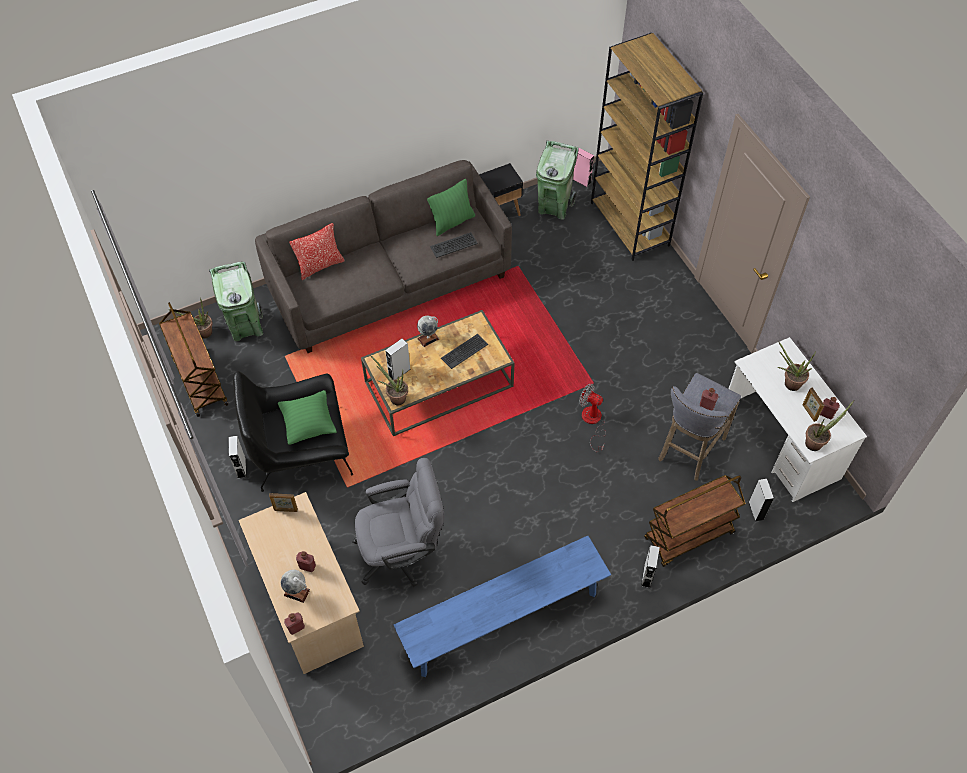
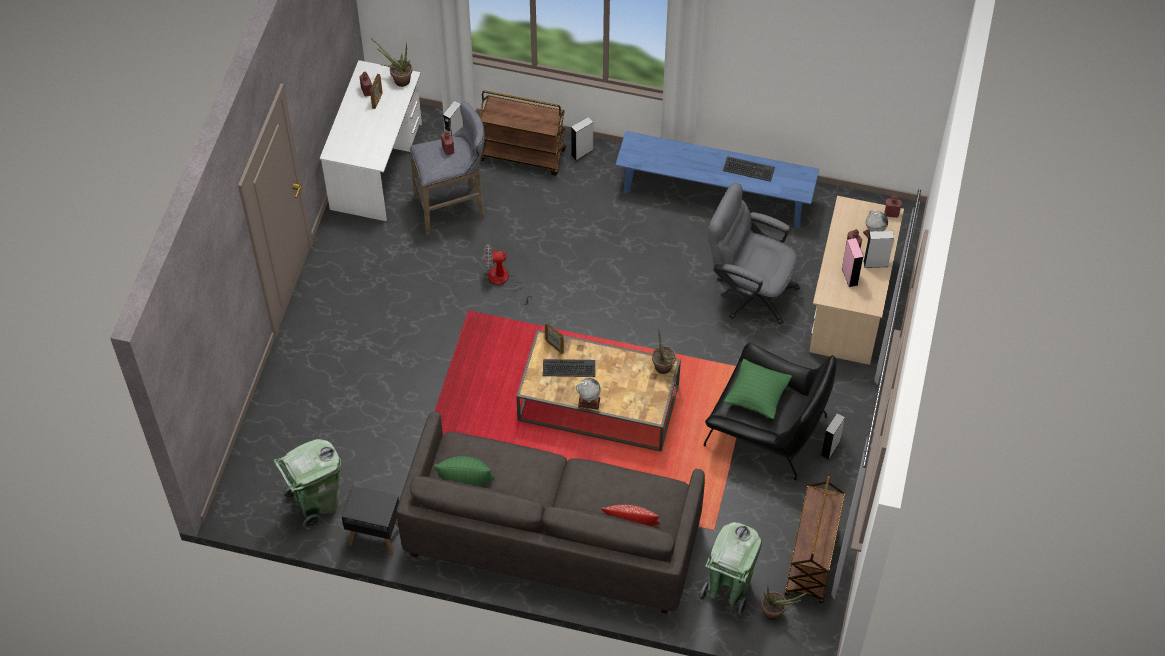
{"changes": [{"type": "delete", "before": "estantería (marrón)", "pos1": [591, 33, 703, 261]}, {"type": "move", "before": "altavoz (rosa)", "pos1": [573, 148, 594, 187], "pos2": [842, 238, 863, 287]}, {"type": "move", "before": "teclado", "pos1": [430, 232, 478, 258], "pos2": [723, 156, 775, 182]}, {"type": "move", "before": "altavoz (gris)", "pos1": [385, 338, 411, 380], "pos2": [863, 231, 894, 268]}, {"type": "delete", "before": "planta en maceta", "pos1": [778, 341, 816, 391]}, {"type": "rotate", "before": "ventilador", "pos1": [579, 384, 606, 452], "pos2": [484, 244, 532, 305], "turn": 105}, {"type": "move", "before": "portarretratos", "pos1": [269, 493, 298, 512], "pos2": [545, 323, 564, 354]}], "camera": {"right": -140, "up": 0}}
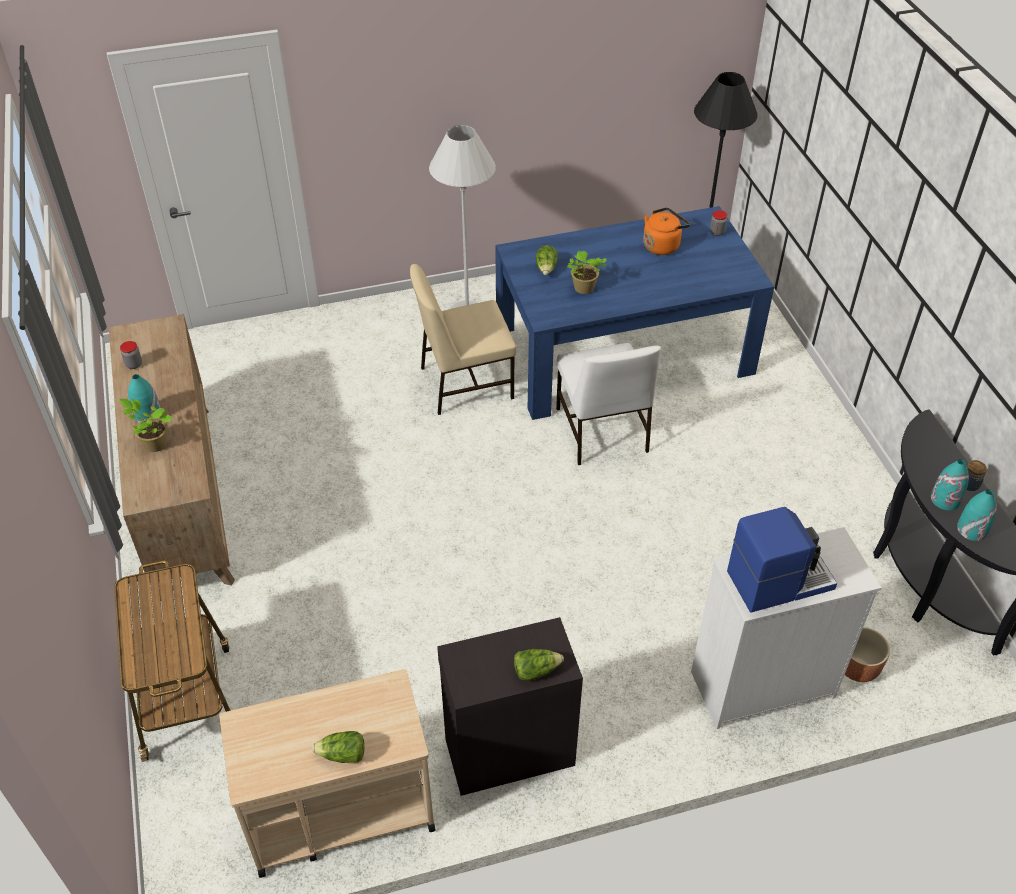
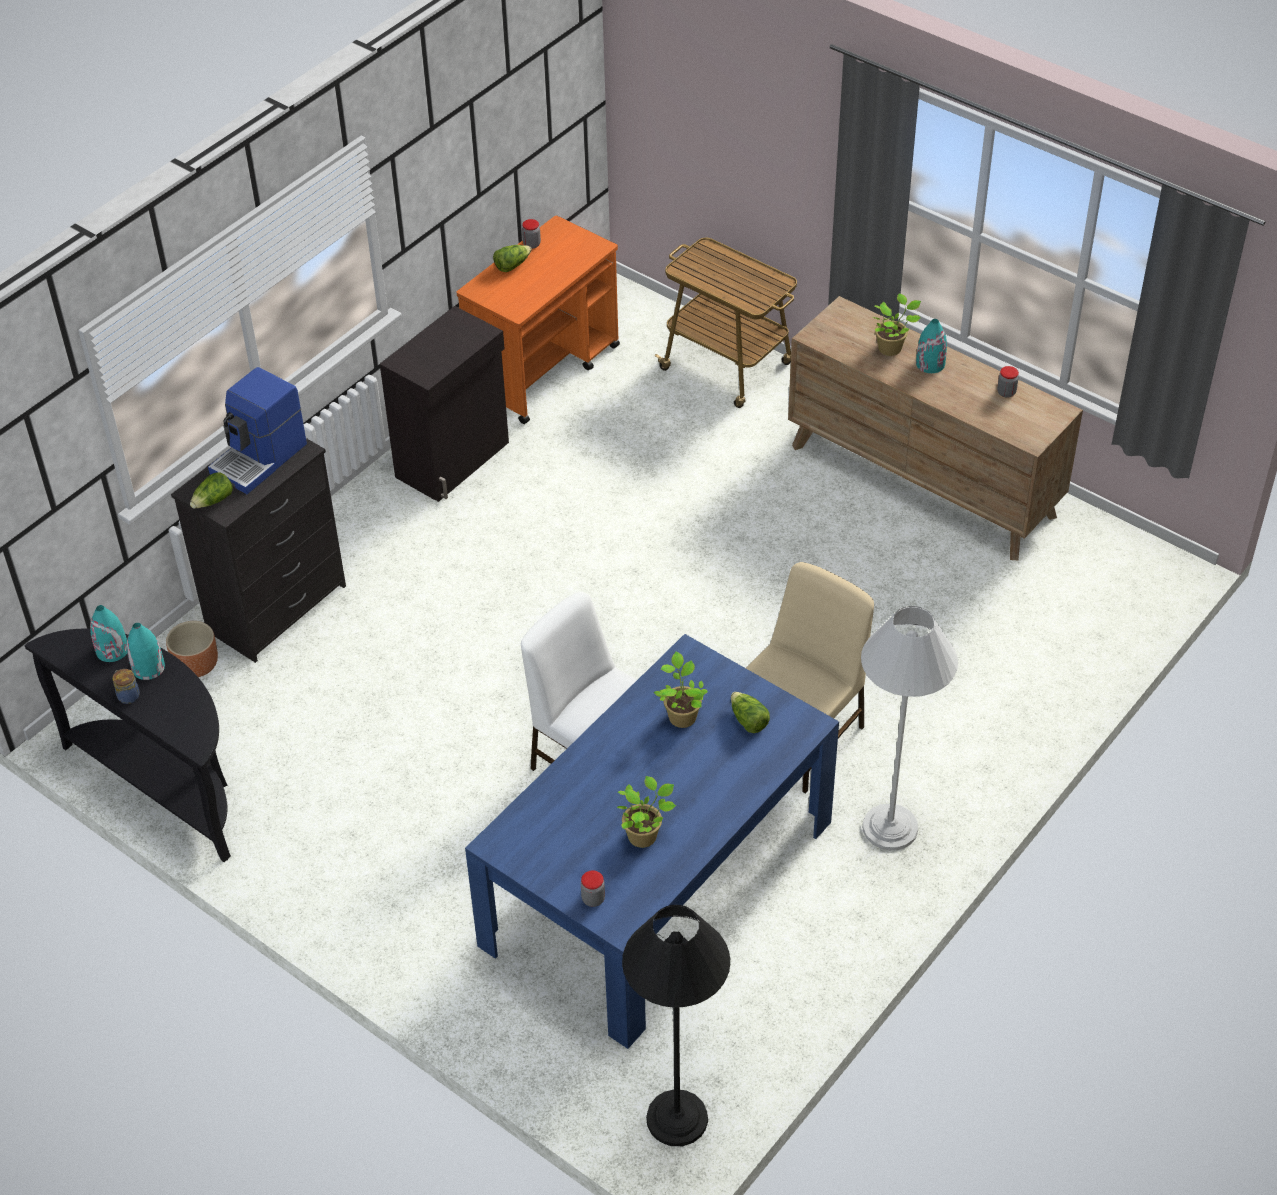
{"changes": [{"type": "replace", "before": "hervidor (naranja)", "after": "planta en maceta", "pos1": [643, 207, 690, 255], "pos2": [617, 776, 676, 848]}, {"type": "recolor", "before": "cómoda (blanco)", "after": "cómoda (negro)", "pos1": [691, 527, 881, 729], "pos2": [171, 438, 346, 663]}, {"type": "move", "before": "lechuga", "pos1": [514, 649, 564, 681], "pos2": [190, 472, 233, 508]}, {"type": "recolor", "before": "carrito (beis)", "after": "carrito (naranja)", "pos1": [219, 669, 436, 878], "pos2": [456, 215, 620, 424]}, {"type": "insert", "after": "tarro", "pos2": [522, 219, 541, 249]}], "camera": {"right": 145, "up": 0}}
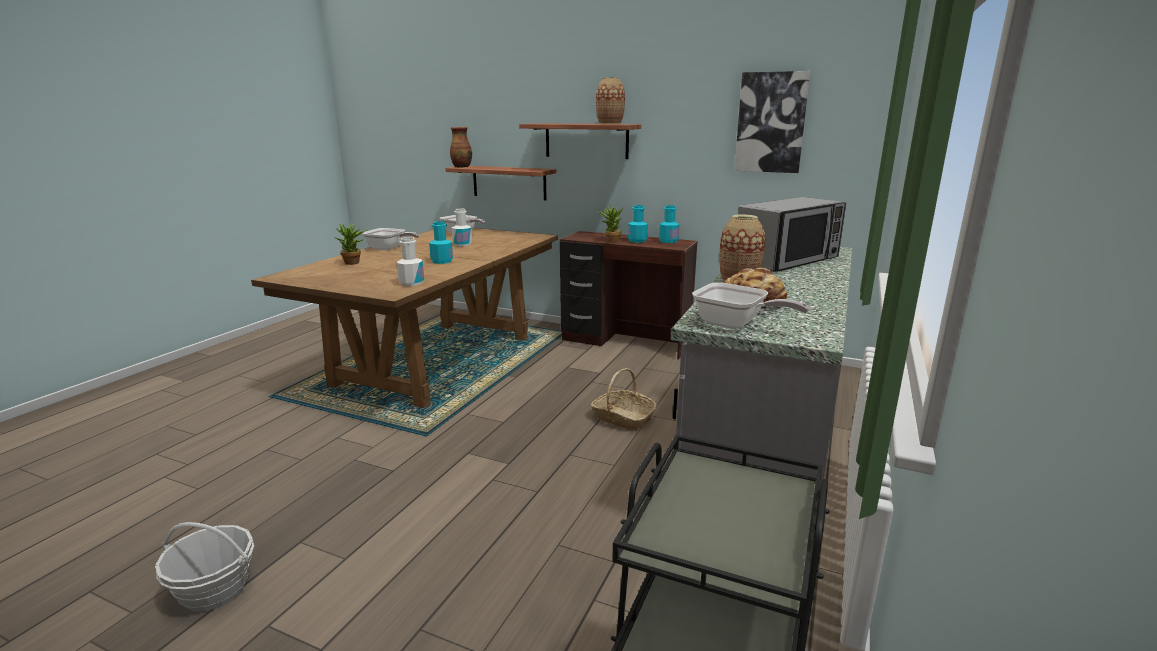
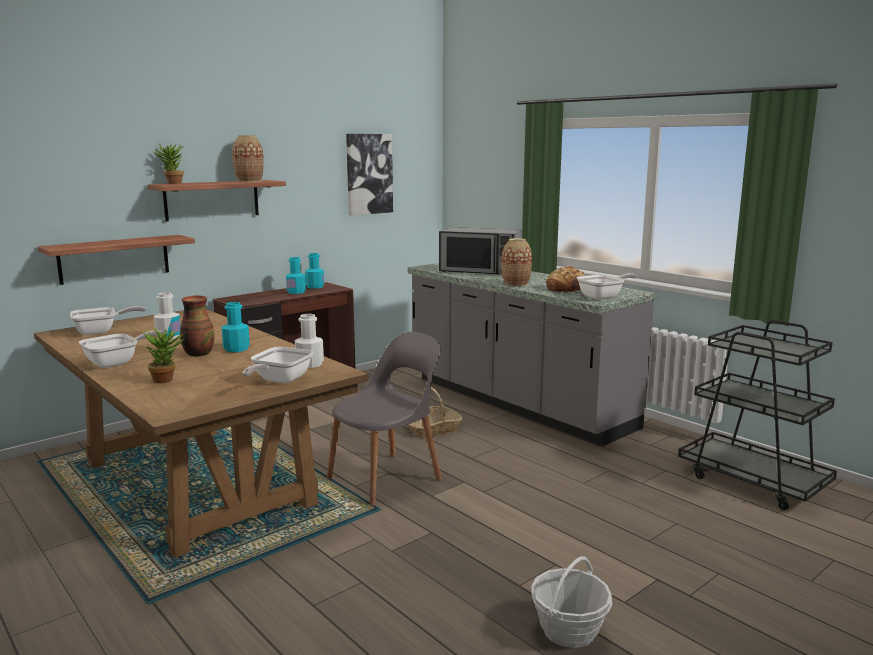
{"changes": [{"type": "move", "before": "florero", "pos1": [450, 127, 472, 168], "pos2": [180, 295, 215, 357]}, {"type": "rotate", "before": "microondas", "pos1": [738, 197, 846, 272], "pos2": [439, 227, 521, 275], "turn": 120}, {"type": "move", "before": "planta en maceta", "pos1": [596, 205, 624, 243], "pos2": [154, 143, 184, 184]}, {"type": "insert", "after": "silla (gris)", "pos2": [327, 332, 442, 506]}, {"type": "insert", "after": "sartén", "pos2": [242, 347, 313, 383]}], "camera": {"right": -65, "up": -5}}
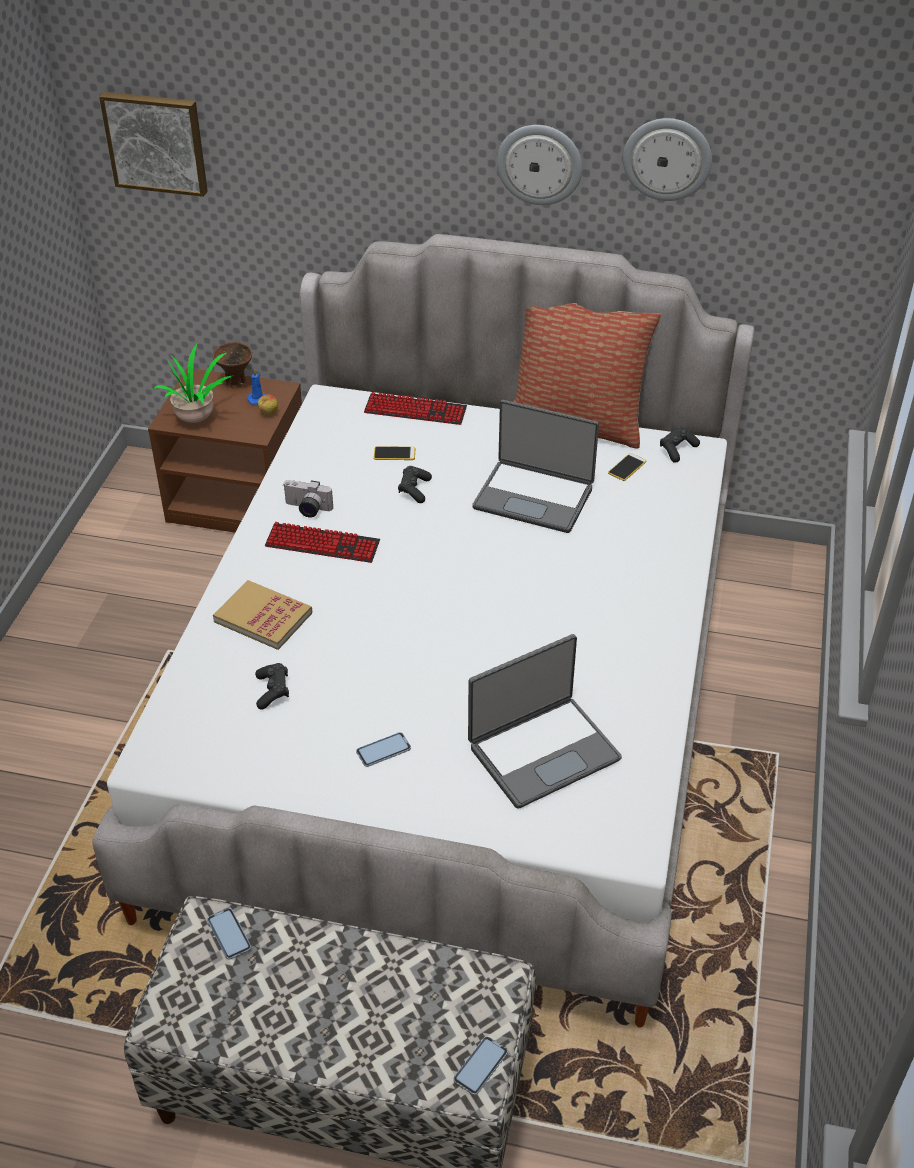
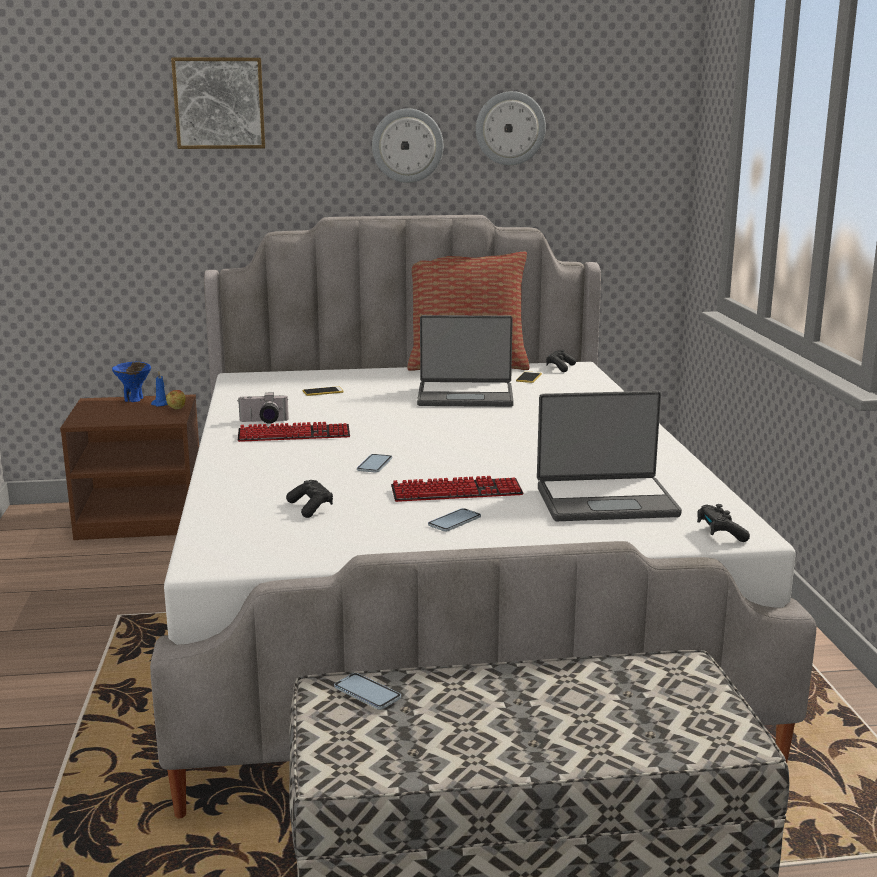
{"changes": [{"type": "move", "before": "cuadro", "pos1": [99, 92, 208, 197], "pos2": [171, 57, 265, 149]}, {"type": "recolor", "before": "cuenco (marrón)", "after": "cuenco (azul)", "pos1": [212, 342, 252, 389], "pos2": [112, 362, 151, 402]}, {"type": "delete", "before": "planta en maceta", "pos1": [154, 344, 234, 423]}, {"type": "move", "before": "teclado", "pos1": [364, 392, 467, 425], "pos2": [391, 476, 523, 502]}, {"type": "move", "before": "mando de consola (negro)", "pos1": [398, 466, 432, 503], "pos2": [697, 504, 750, 542]}, {"type": "delete", "before": "libro", "pos1": [213, 580, 312, 650]}, {"type": "rotate", "before": "portátil", "pos1": [468, 634, 622, 809], "pos2": [537, 391, 682, 521], "turn": 45}, {"type": "move", "before": "móvil", "pos1": [454, 1036, 508, 1095], "pos2": [357, 454, 392, 473]}], "camera": {"right": -20, "up": -25}}
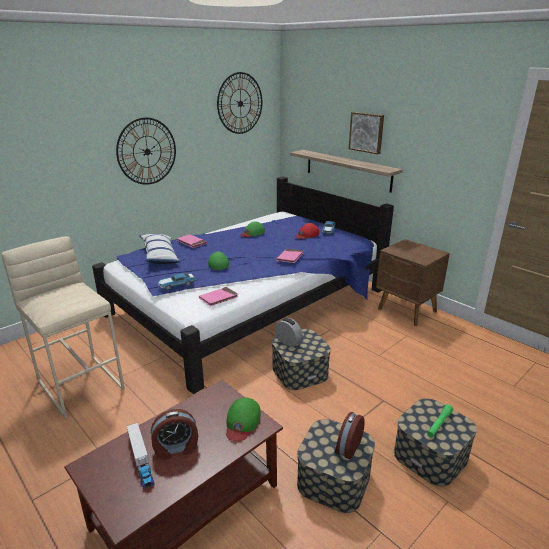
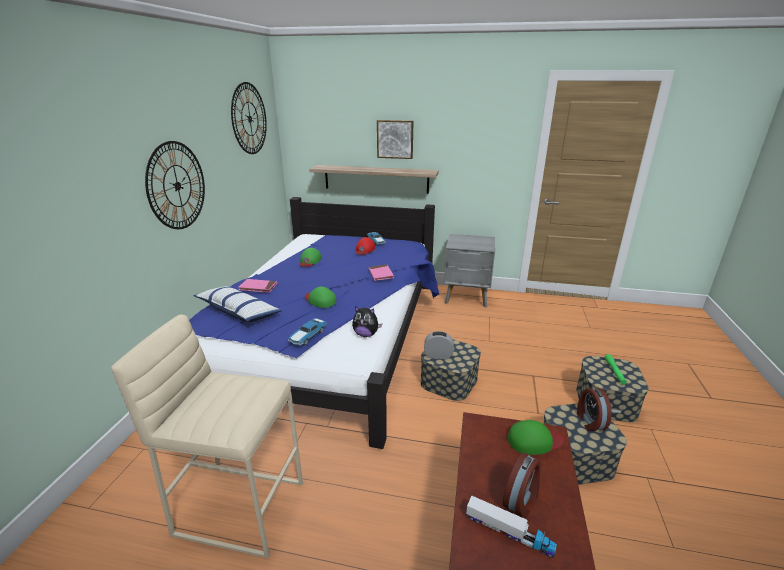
{"changes": [{"type": "recolor", "before": "mesita de noche (marrón)", "after": "mesita de noche (gris)", "pos1": [376, 239, 450, 326], "pos2": [444, 234, 495, 308]}, {"type": "replace", "before": "libro (rosa)", "after": "peluche", "pos1": [199, 287, 239, 306], "pos2": [352, 306, 382, 337]}, {"type": "rotate", "before": "gorra (verde)", "pos1": [226, 397, 261, 441], "pos2": [508, 420, 564, 455], "turn": -75}], "camera": {"right": -35, "up": 0}}
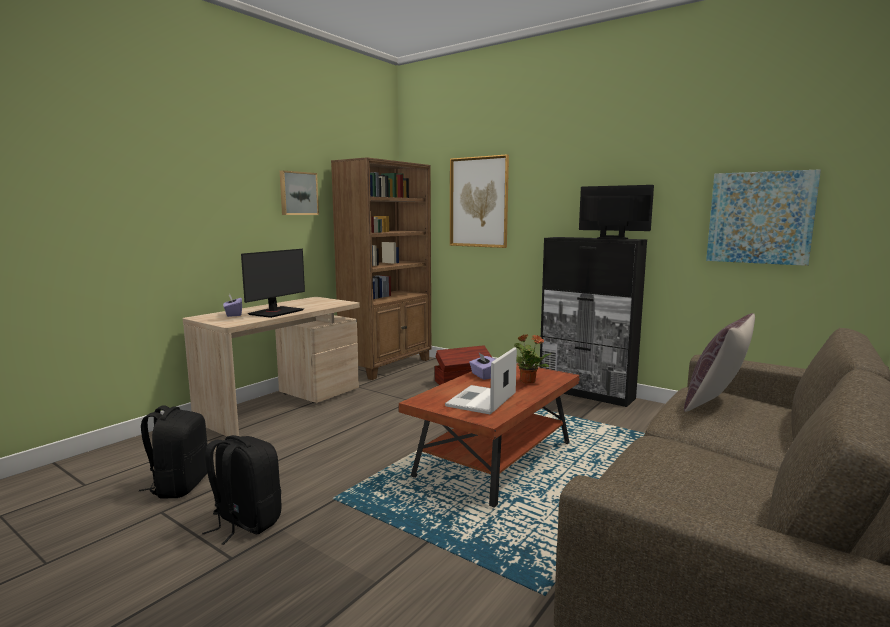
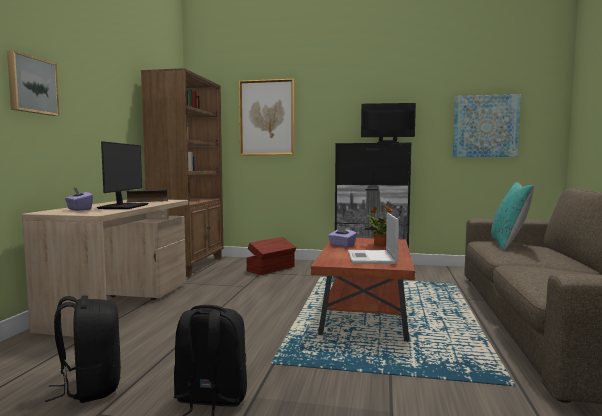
{"changes": [{"type": "move", "before": "cuadro", "pos1": [280, 170, 319, 215], "pos2": [7, 50, 60, 116]}, {"type": "recolor", "before": "cojín (marrón)", "after": "cojín (turquesa)", "pos1": [684, 313, 755, 412], "pos2": [491, 182, 534, 250]}, {"type": "insert", "after": "libro", "pos2": [127, 189, 168, 203]}], "camera": {"right": -25, "up": -5}}
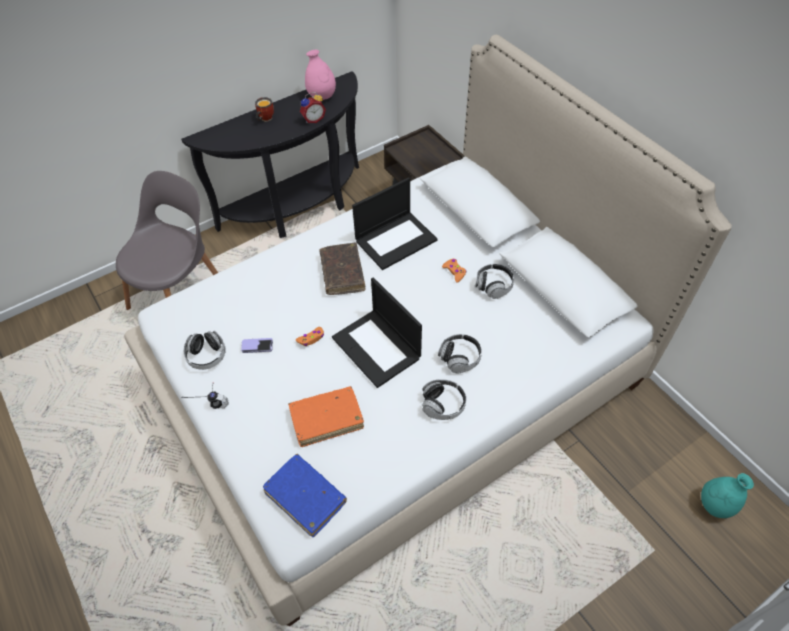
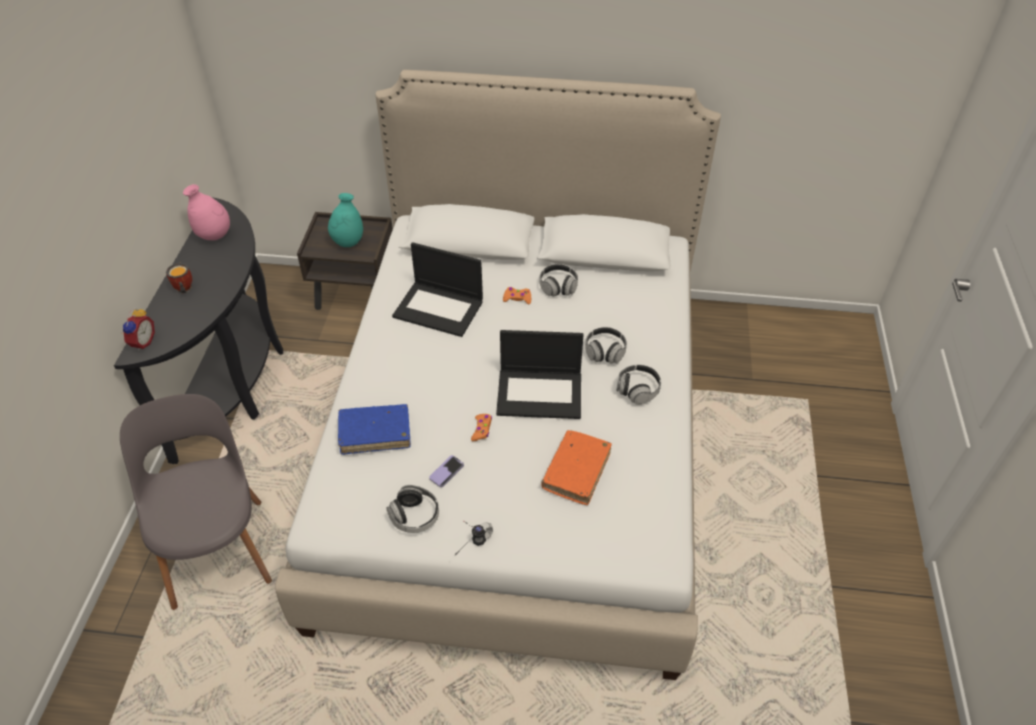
{"changes": [{"type": "move", "before": "despertador", "pos1": [300, 92, 326, 123], "pos2": [121, 307, 155, 351]}, {"type": "rotate", "before": "portátil", "pos1": [352, 178, 438, 270], "pos2": [392, 242, 483, 337], "turn": 105}, {"type": "delete", "before": "libro (marrón)", "pos1": [319, 243, 366, 295]}, {"type": "move", "before": "libro (azul)", "pos1": [263, 454, 347, 537], "pos2": [338, 404, 411, 455]}, {"type": "move", "before": "florero (turquesa)", "pos1": [701, 473, 754, 518], "pos2": [328, 193, 363, 247]}], "camera": {"right": -50, "up": -5}}
